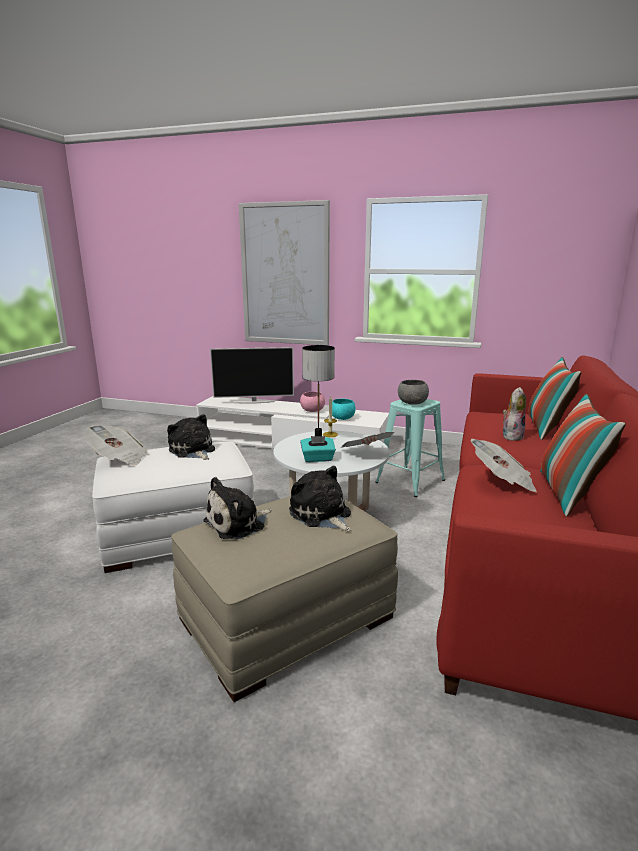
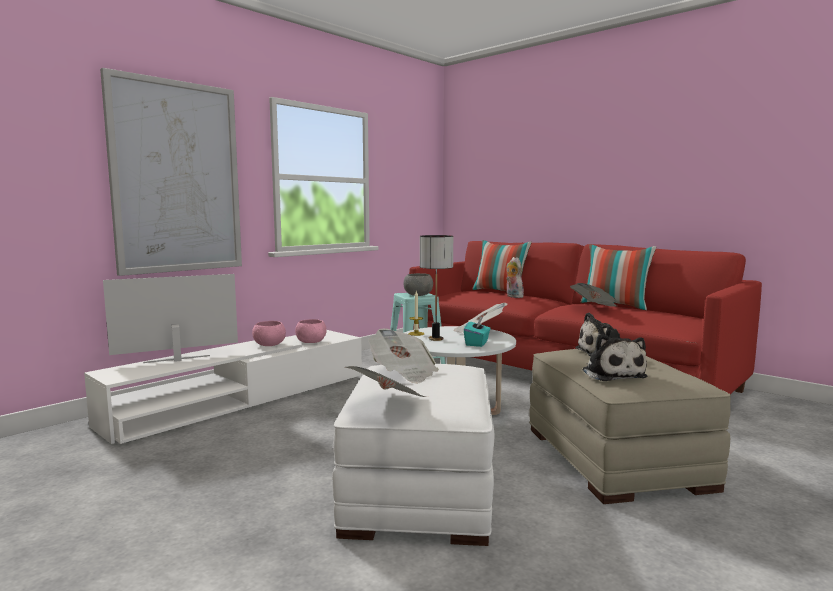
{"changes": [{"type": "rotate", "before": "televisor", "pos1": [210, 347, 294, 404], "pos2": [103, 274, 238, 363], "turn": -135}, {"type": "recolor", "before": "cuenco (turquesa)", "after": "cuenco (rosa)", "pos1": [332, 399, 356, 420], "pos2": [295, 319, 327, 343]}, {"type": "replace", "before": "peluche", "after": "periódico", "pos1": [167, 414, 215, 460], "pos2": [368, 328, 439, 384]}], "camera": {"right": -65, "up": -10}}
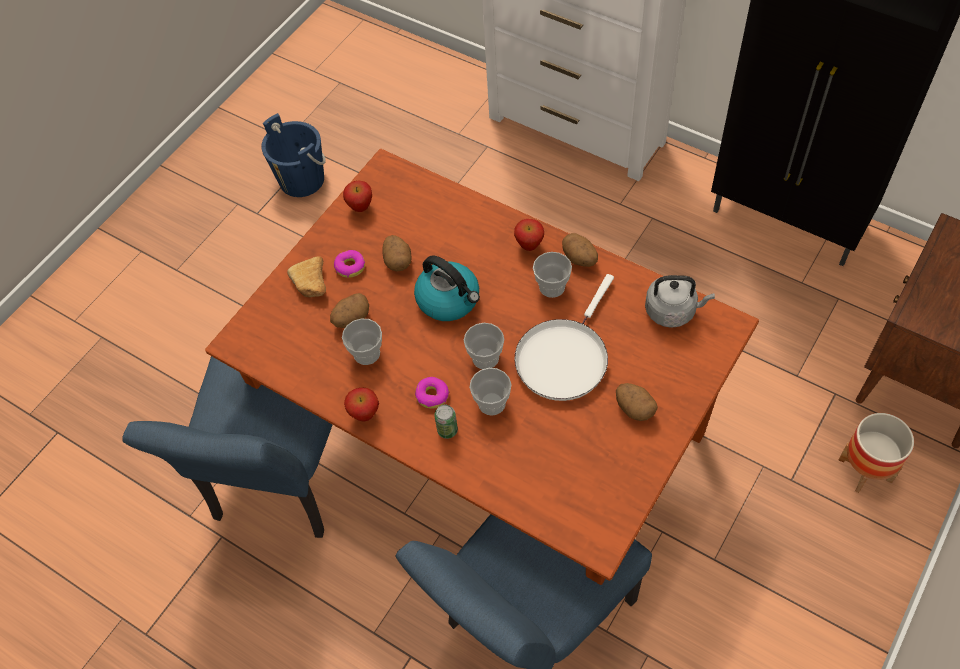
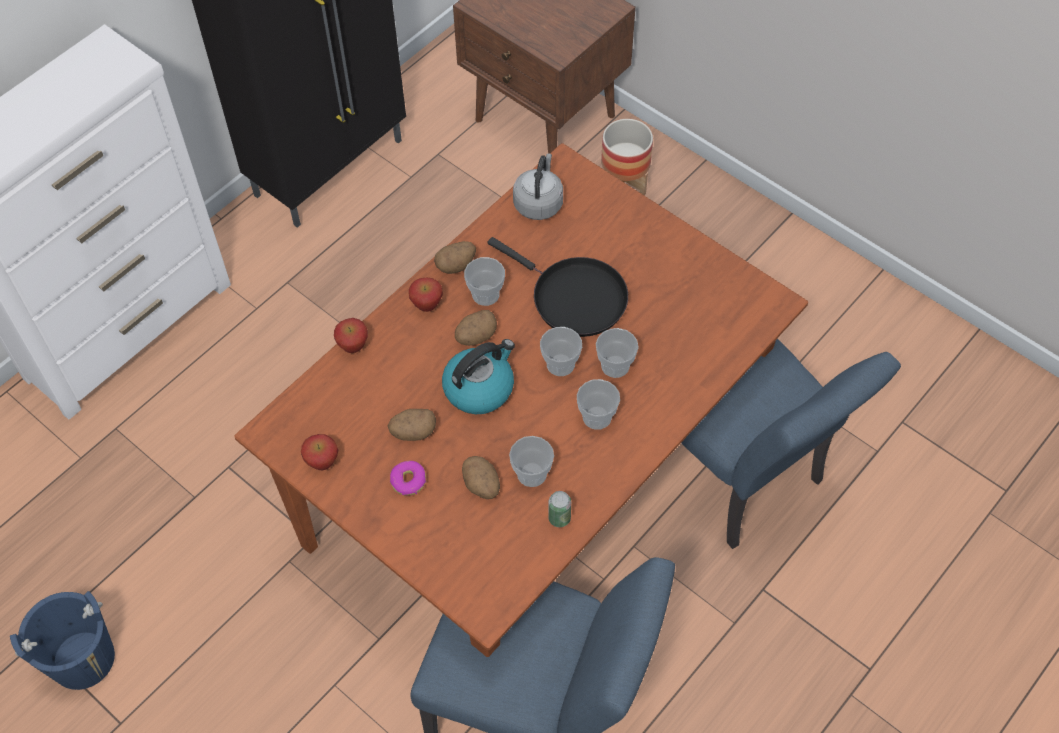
{"changes": [{"type": "delete", "before": "pan", "pos1": [287, 256, 326, 298]}, {"type": "recolor", "before": "sartén (blanco)", "after": "sartén (negro)", "pos1": [514, 274, 614, 401], "pos2": [488, 237, 628, 337]}, {"type": "replace", "before": "rosquilla", "after": "taza", "pos1": [415, 377, 450, 409], "pos2": [577, 379, 620, 430]}, {"type": "move", "before": "patata", "pos1": [616, 383, 658, 421], "pos2": [455, 310, 497, 346]}, {"type": "move", "before": "manzana", "pos1": [344, 387, 379, 422], "pos2": [334, 318, 368, 353]}, {"type": "move", "before": "lata", "pos1": [434, 405, 458, 439], "pos2": [548, 491, 571, 527]}], "camera": {"right": -85, "up": 0}}
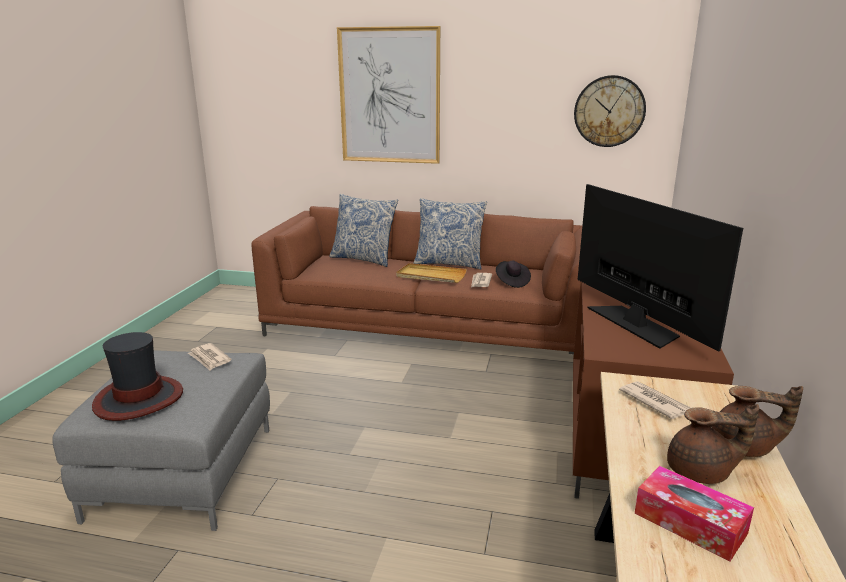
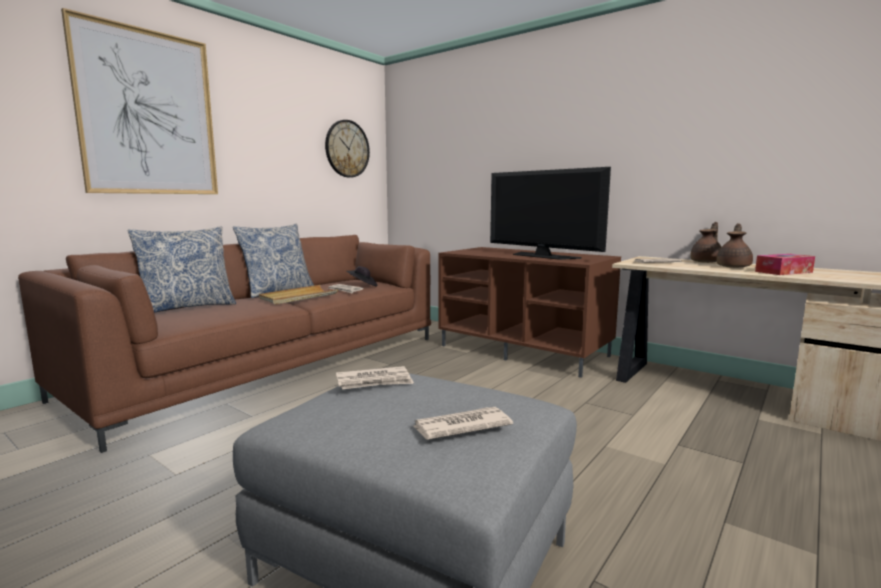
{"changes": [{"type": "rotate", "before": "televisor", "pos1": [578, 184, 743, 352], "pos2": [490, 167, 611, 260], "turn": -135}, {"type": "replace", "before": "sombrero", "after": "periódico", "pos1": [92, 332, 183, 421], "pos2": [413, 407, 513, 440]}], "camera": {"right": -65, "up": -10}}
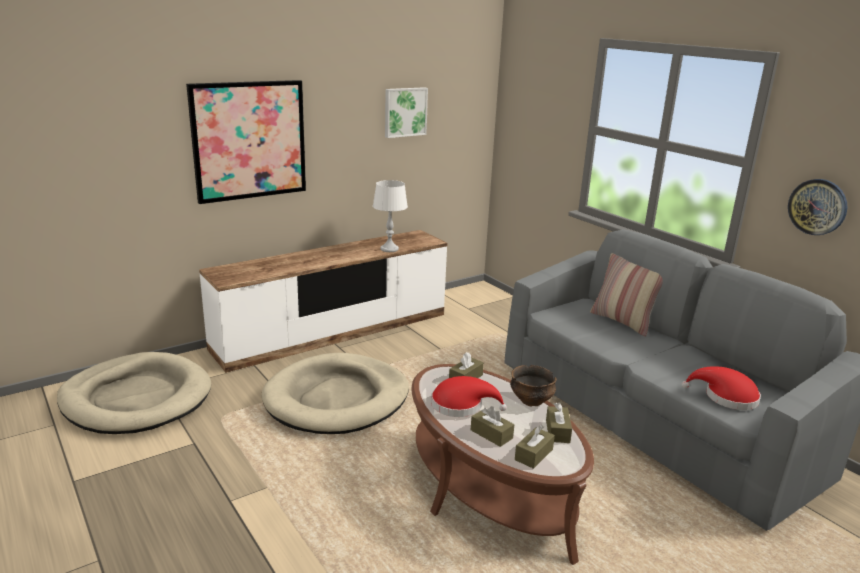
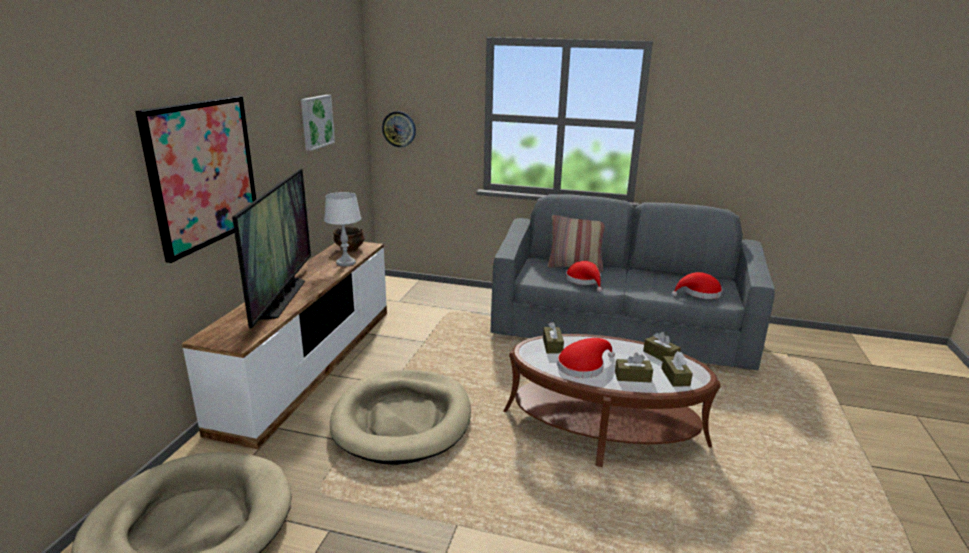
{"changes": [{"type": "move", "before": "reloj de pared", "pos1": [788, 179, 847, 235], "pos2": [382, 111, 416, 147]}, {"type": "move", "before": "cuenco", "pos1": [510, 365, 557, 407], "pos2": [333, 227, 364, 252]}, {"type": "insert", "after": "televisor", "pos2": [232, 169, 311, 328]}, {"type": "insert", "after": "sombrero (rojo)", "pos2": [566, 261, 602, 292]}], "camera": {"right": -40, "up": 0}}
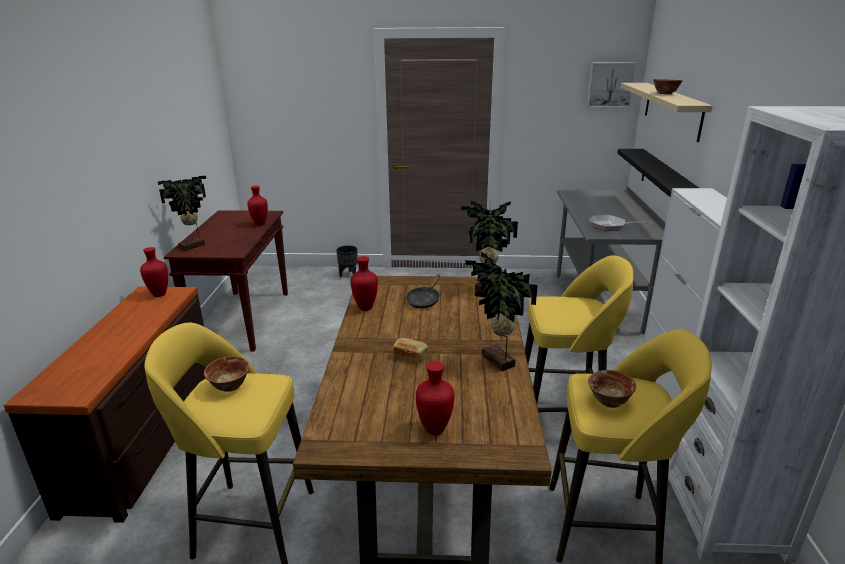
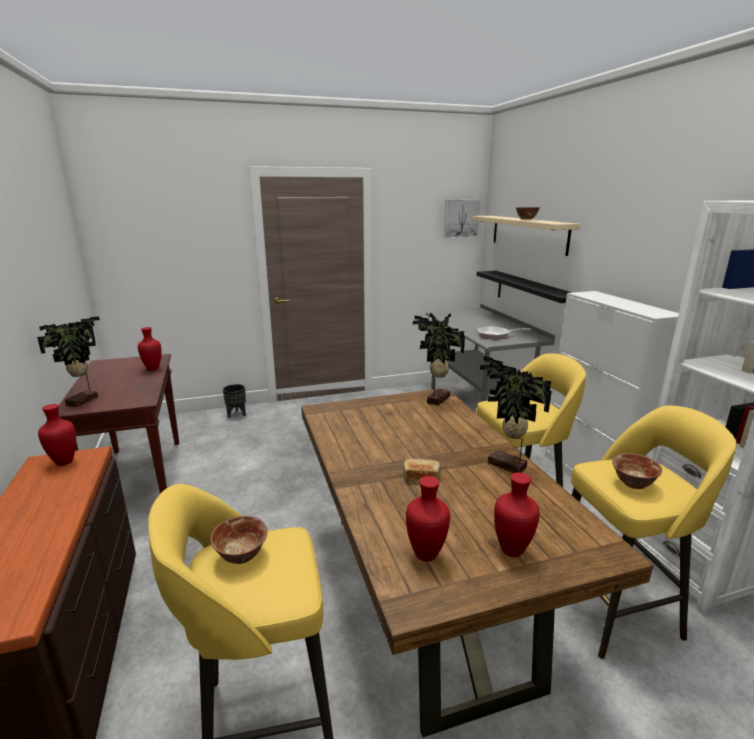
{"changes": [{"type": "move", "before": "florero (rojo)", "pos1": [351, 256, 378, 311], "pos2": [406, 476, 450, 562]}, {"type": "delete", "before": "sartén (negro)", "pos1": [406, 275, 440, 308]}], "camera": {"right": -20, "up": -5}}
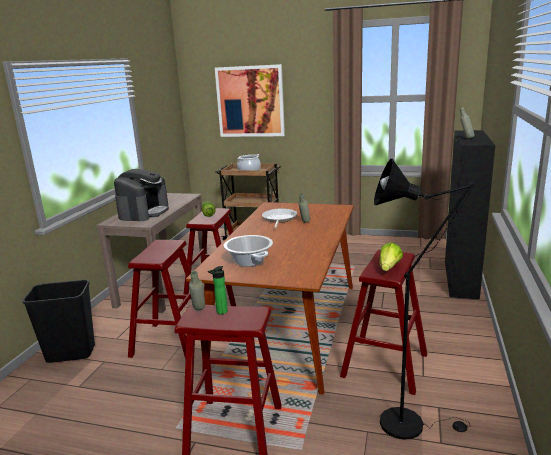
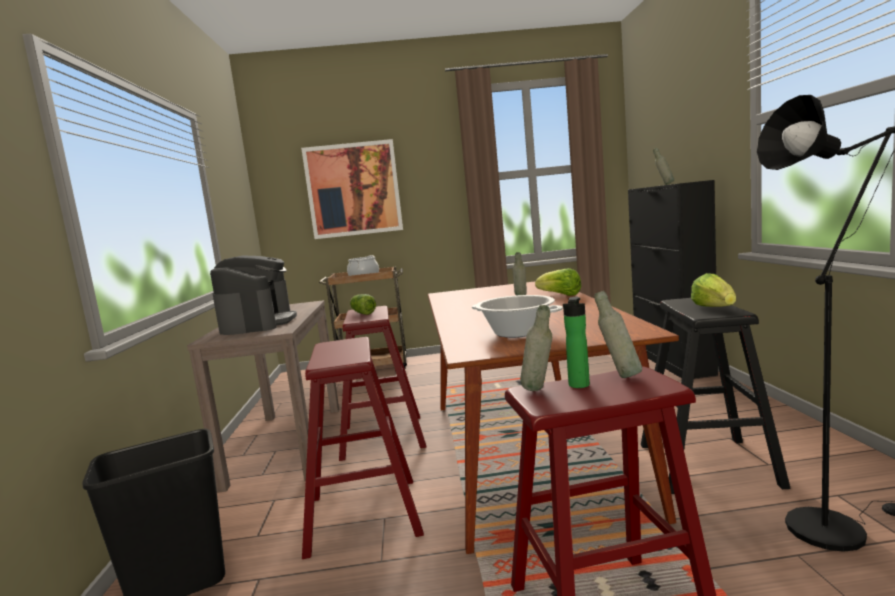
{"changes": [{"type": "delete", "before": "sartén", "pos1": [262, 208, 297, 229]}, {"type": "recolor", "before": "taburete (rojo)", "after": "taburete (negro)", "pos1": [340, 250, 427, 395], "pos2": [641, 298, 791, 494]}, {"type": "insert", "after": "lechuga", "pos2": [535, 268, 581, 296]}, {"type": "insert", "after": "botella (gris)", "pos2": [594, 291, 642, 378]}], "camera": {"right": -20, "up": -10}}
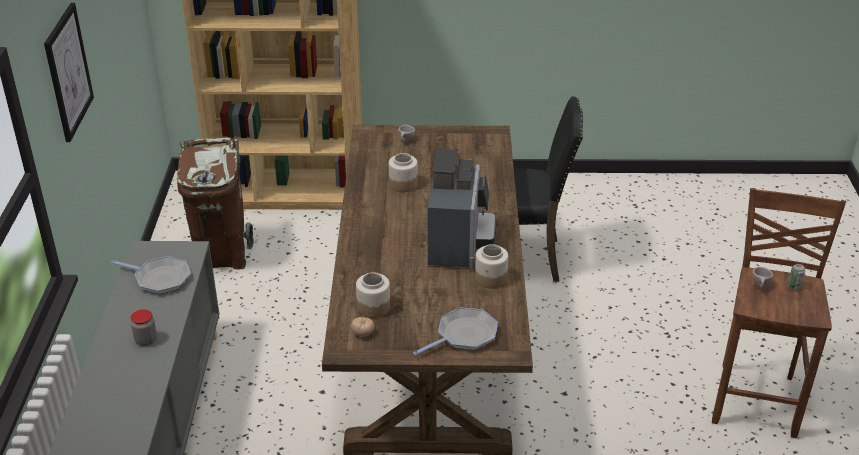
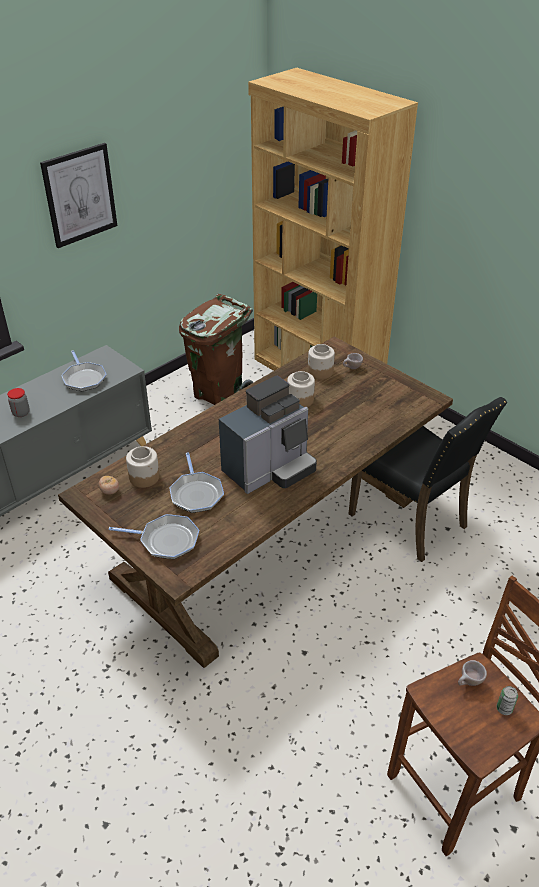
{"changes": [{"type": "move", "before": "tarro", "pos1": [475, 244, 508, 288], "pos2": [308, 344, 335, 379]}, {"type": "insert", "after": "sartén", "pos2": [169, 452, 224, 513]}], "camera": {"right": 45, "up": 5}}
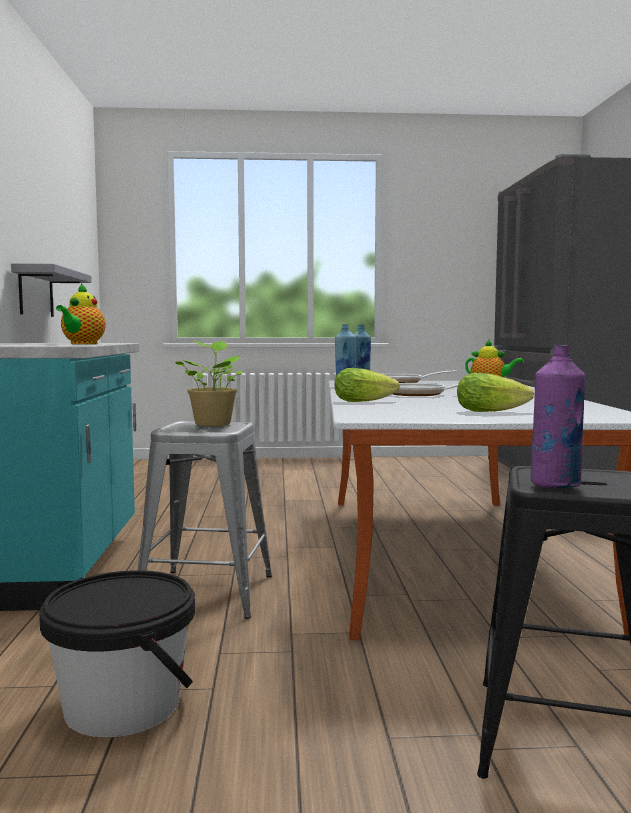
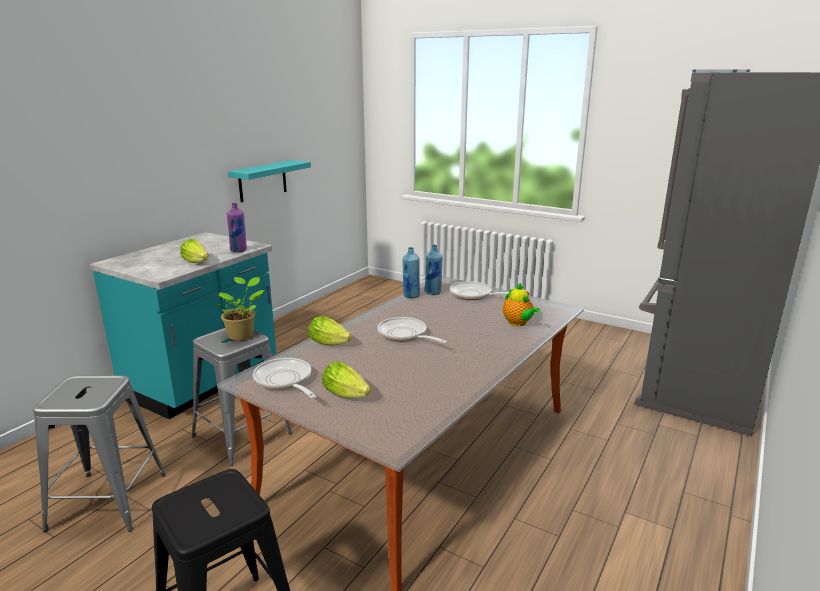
{"changes": [{"type": "recolor", "before": "estante (gris)", "after": "estante (turquesa)", "pos1": [11, 263, 92, 317], "pos2": [228, 160, 311, 202]}, {"type": "replace", "before": "tetera", "after": "lechuga", "pos1": [56, 283, 106, 344], "pos2": [180, 239, 208, 263]}, {"type": "move", "before": "botella (morado)", "pos1": [531, 345, 586, 488], "pos2": [227, 203, 247, 252]}, {"type": "replace", "before": "cubo (negro)", "after": "taburete (gris)", "pos1": [39, 570, 195, 738], "pos2": [33, 375, 166, 532]}, {"type": "insert", "after": "sartén", "pos2": [253, 358, 317, 399]}], "camera": {"right": 35, "up": 15}}
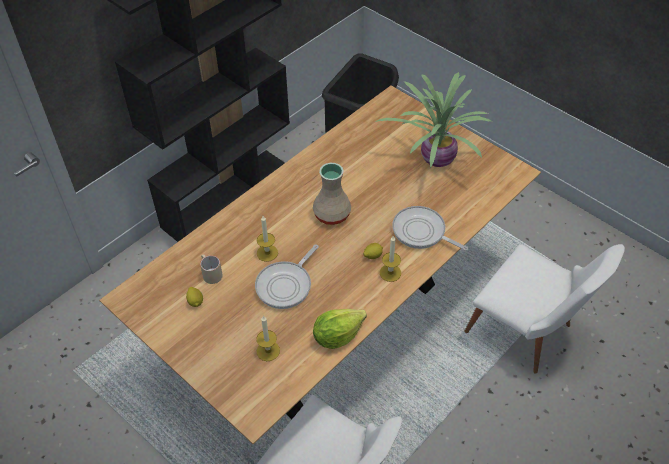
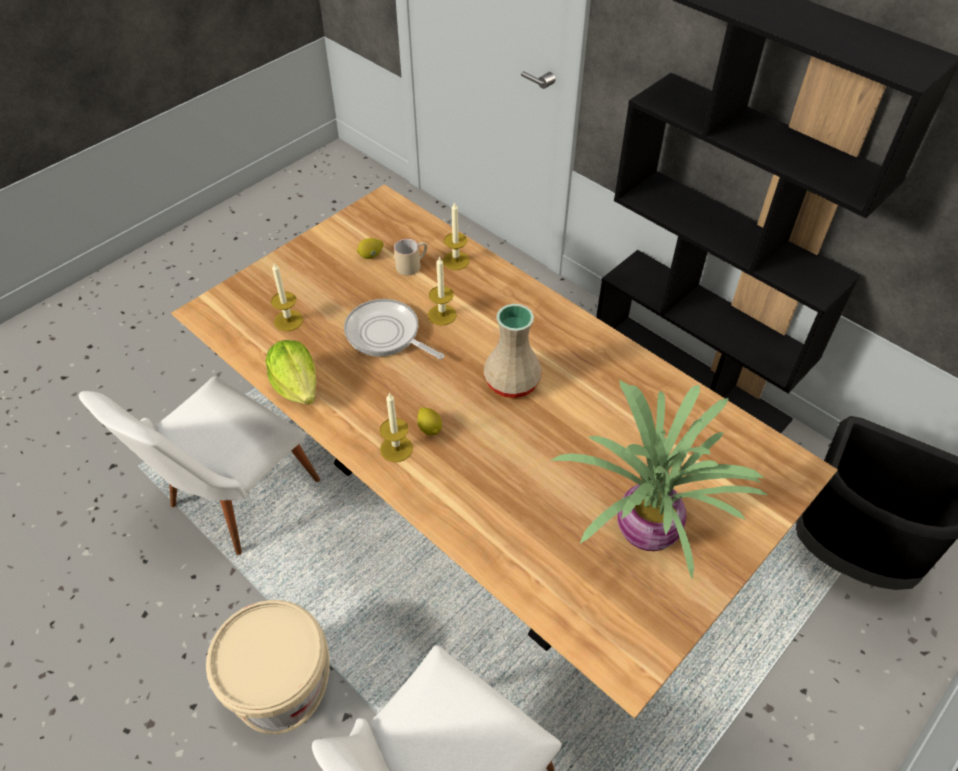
{"changes": [{"type": "delete", "before": "sartén", "pos1": [392, 206, 468, 251]}, {"type": "insert", "after": "vela", "pos2": [443, 202, 470, 270]}, {"type": "insert", "after": "cubo (beis)", "pos2": [206, 600, 330, 734]}], "camera": {"right": 90, "up": 0}}
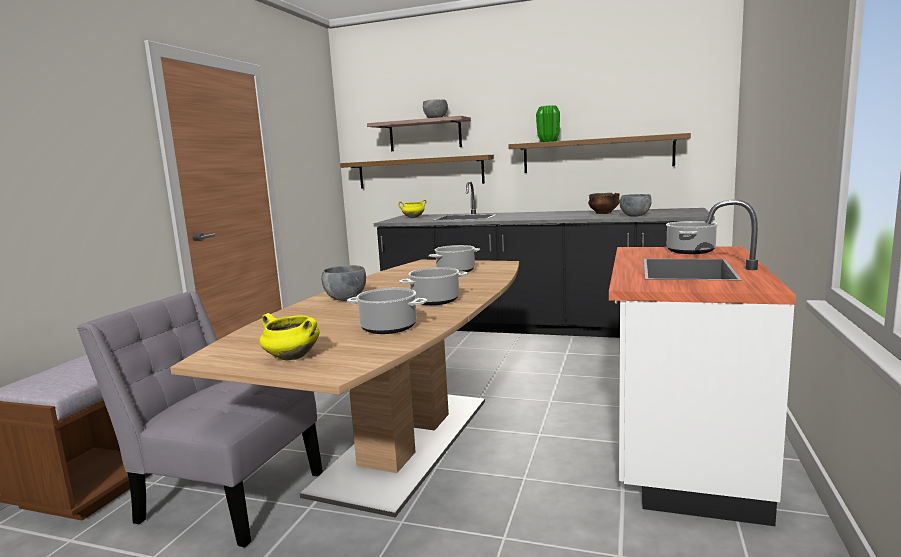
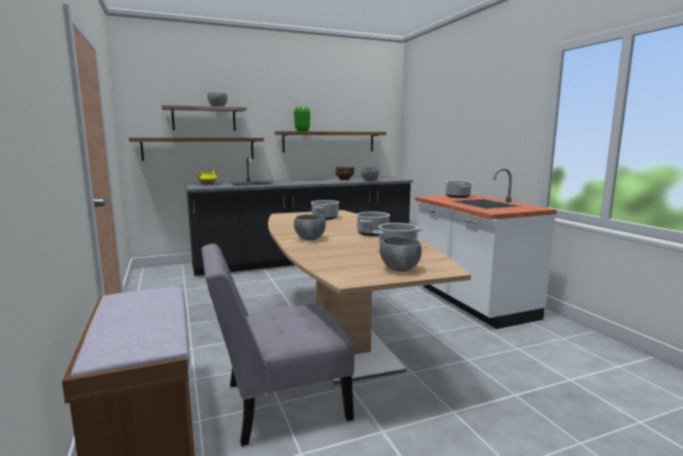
{"changes": [{"type": "replace", "before": "olla (amarillo)", "after": "cuenco (gris)", "pos1": [259, 313, 320, 361], "pos2": [380, 236, 422, 272]}], "camera": {"right": -40, "up": 0}}
